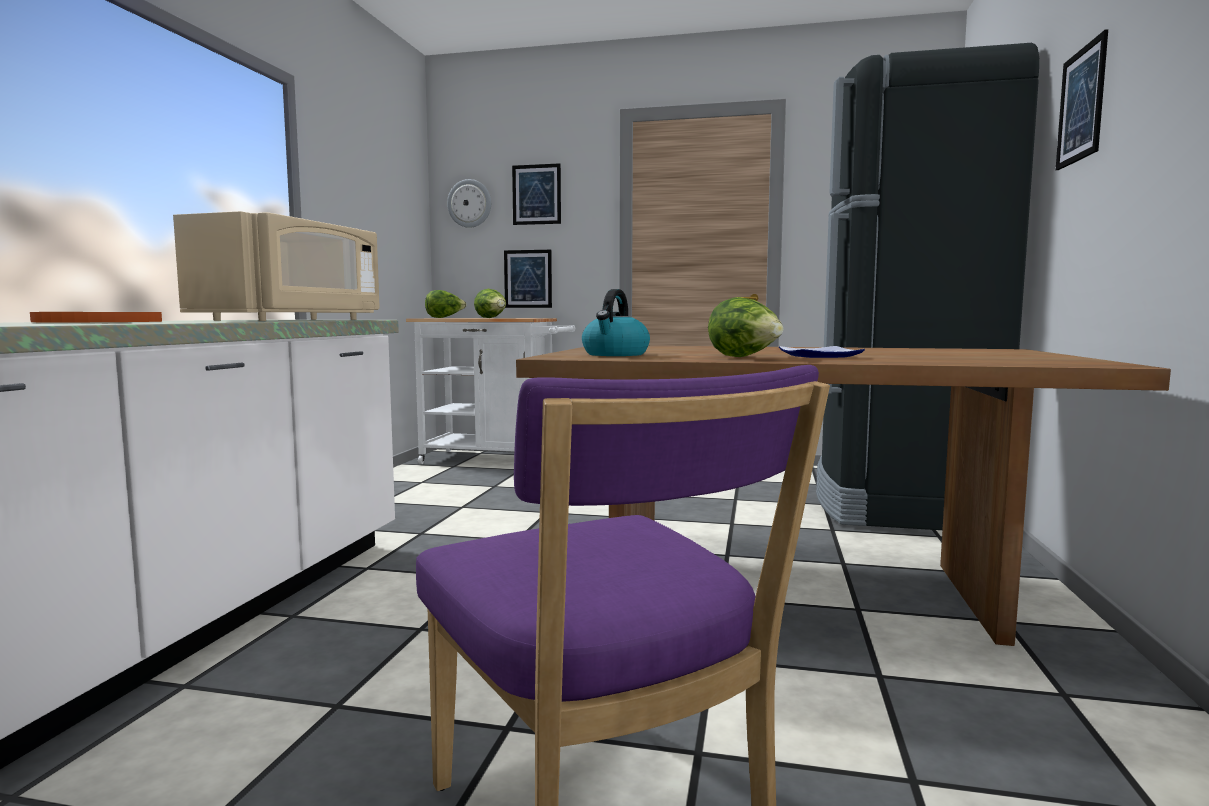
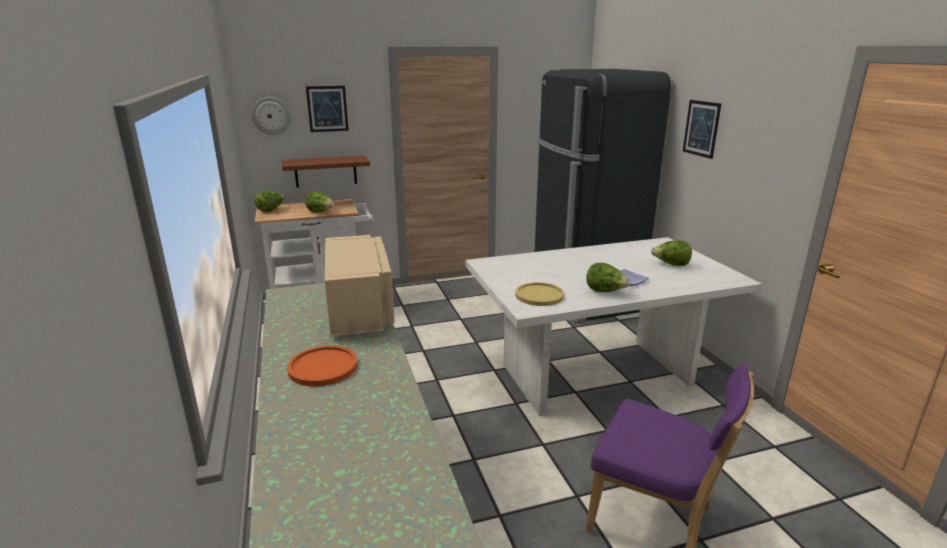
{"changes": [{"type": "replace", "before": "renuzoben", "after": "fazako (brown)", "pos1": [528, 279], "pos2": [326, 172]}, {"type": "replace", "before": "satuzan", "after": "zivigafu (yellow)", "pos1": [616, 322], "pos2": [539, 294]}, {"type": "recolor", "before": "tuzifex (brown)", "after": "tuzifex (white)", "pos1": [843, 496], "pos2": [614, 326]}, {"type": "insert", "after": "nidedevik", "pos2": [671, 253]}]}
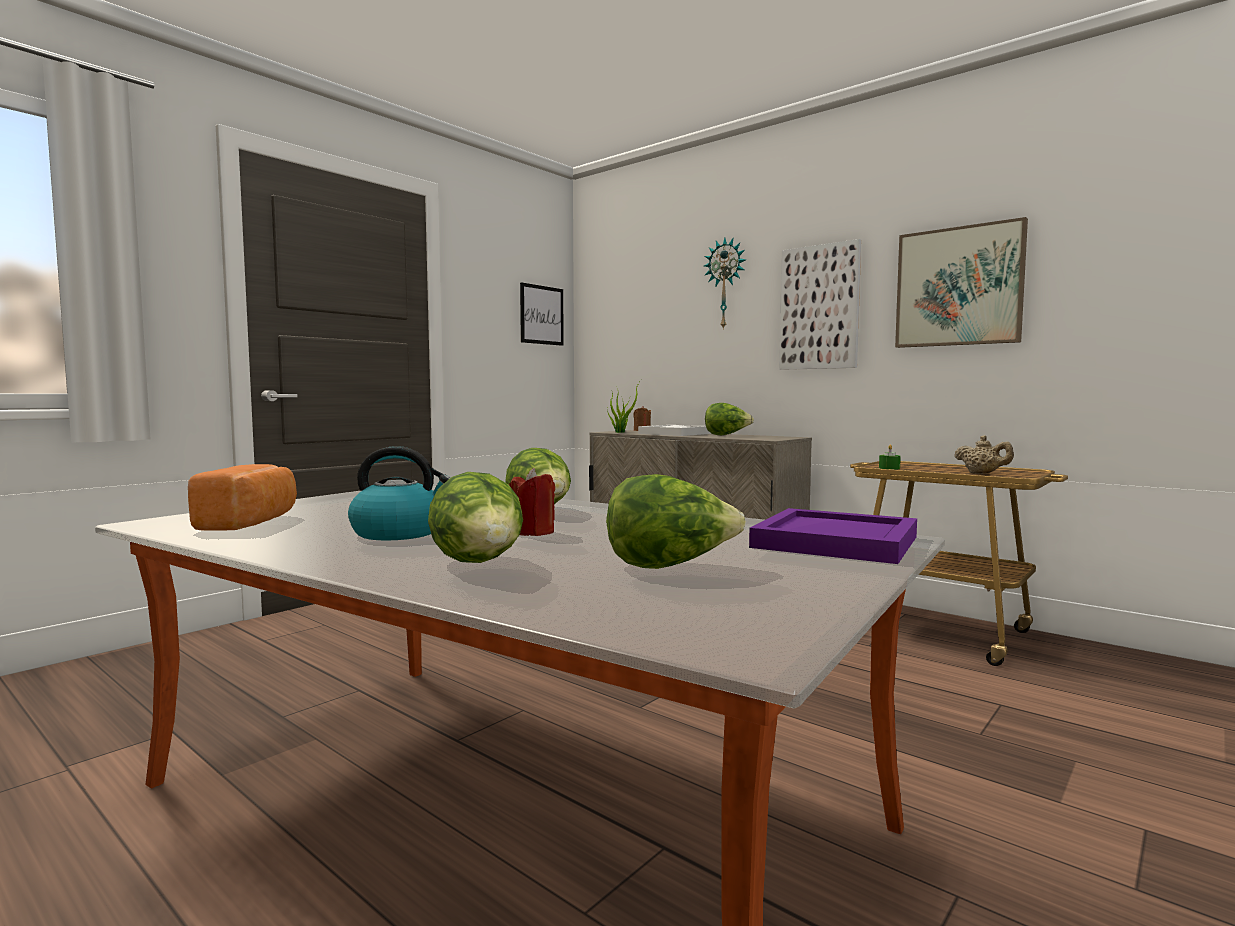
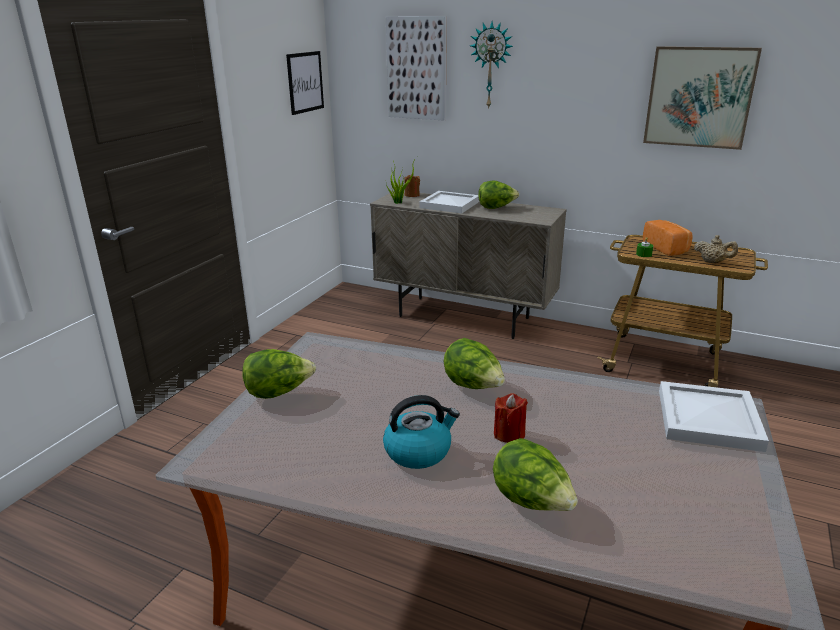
{"changes": [{"type": "move", "before": "renuzoben", "pos1": [820, 304], "pos2": [416, 68]}, {"type": "move", "before": "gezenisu", "pos1": [242, 497], "pos2": [668, 238]}, {"type": "move", "before": "nidedevik", "pos1": [676, 521], "pos2": [279, 374]}, {"type": "recolor", "before": "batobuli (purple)", "after": "batobuli (white)", "pos1": [833, 536], "pos2": [714, 416]}]}
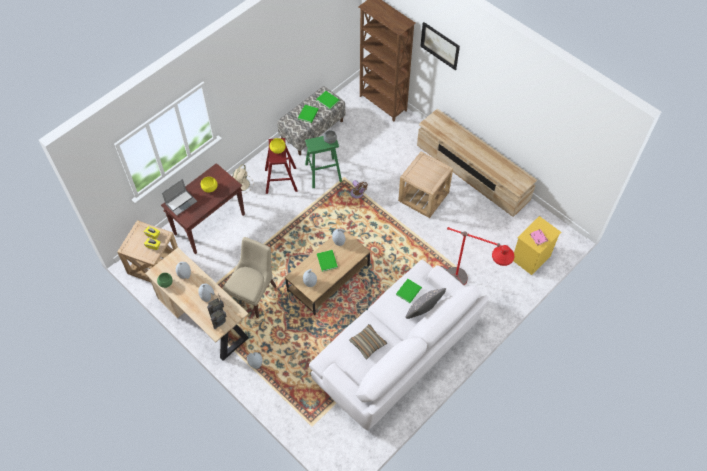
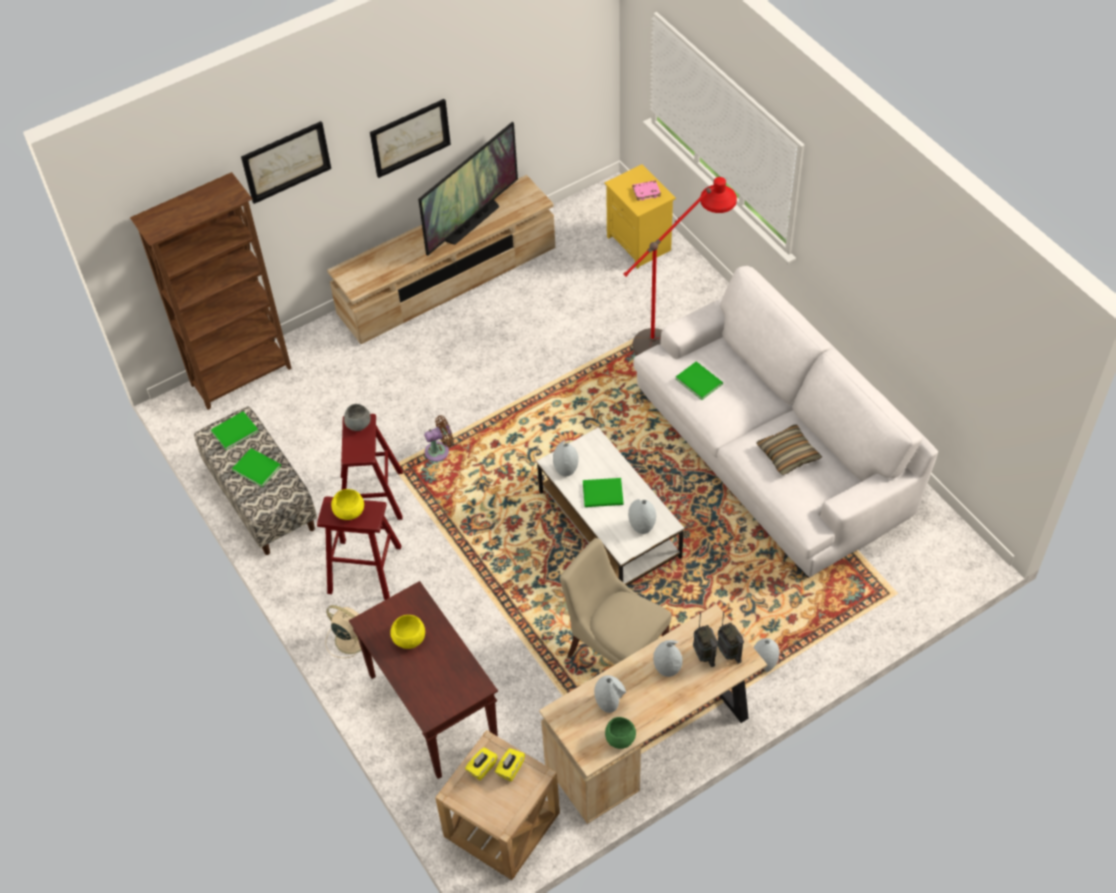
{"changes": [{"type": "recolor", "before": "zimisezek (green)", "after": "zimisezek (red)", "pos1": [323, 162], "pos2": [372, 467]}, {"type": "delete", "before": "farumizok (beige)", "pos1": [425, 185]}, {"type": "delete", "before": "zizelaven", "pos1": [179, 197]}, {"type": "recolor", "before": "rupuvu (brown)", "after": "rupuvu (white)", "pos1": [328, 271], "pos2": [610, 507]}, {"type": "delete", "before": "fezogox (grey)", "pos1": [426, 303]}, {"type": "insert", "after": "renuzoben", "pos2": [410, 138]}, {"type": "insert", "after": "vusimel", "pos2": [468, 189]}]}
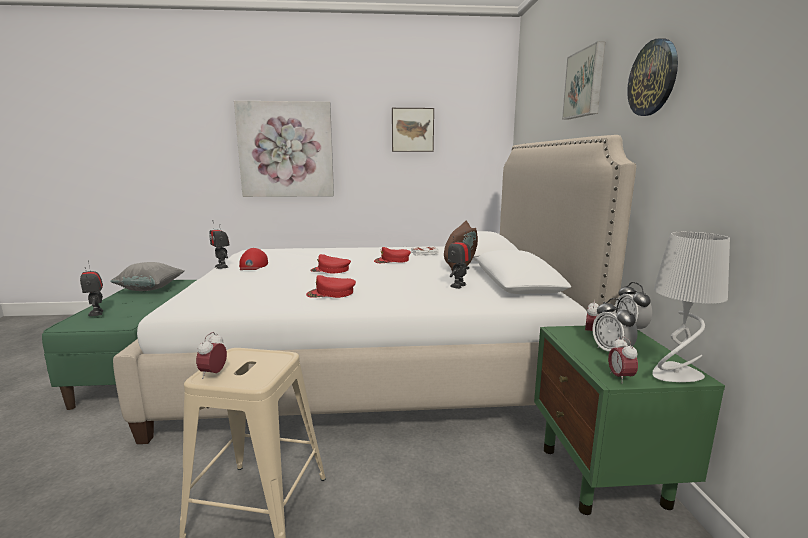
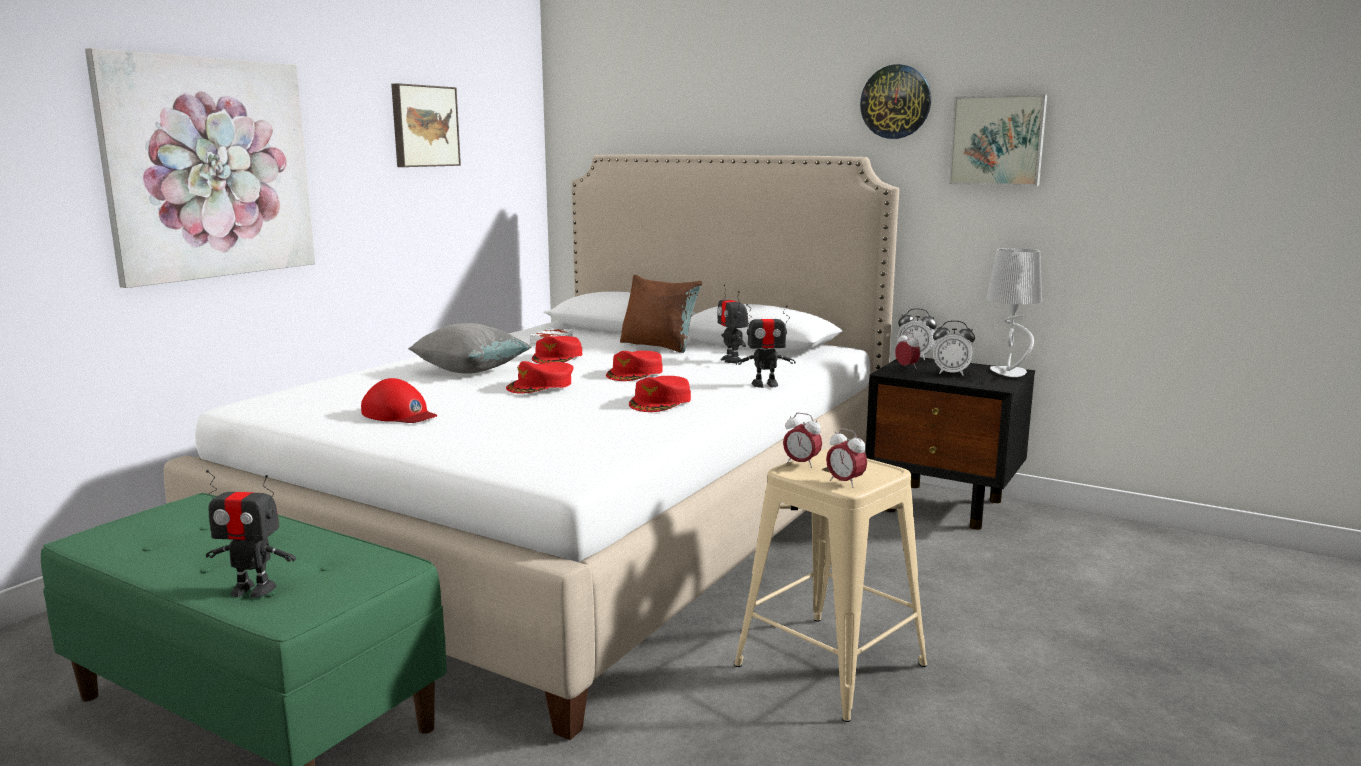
{"changes": [{"type": "move", "before": "renuzoben", "pos1": [583, 80], "pos2": [998, 140]}, {"type": "move", "before": "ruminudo", "pos1": [219, 244], "pos2": [765, 346]}, {"type": "move", "before": "fezogox (grey)", "pos1": [147, 276], "pos2": [470, 348]}, {"type": "recolor", "before": "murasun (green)", "after": "murasun (black)", "pos1": [629, 420], "pos2": [950, 443]}, {"type": "move", "before": "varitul", "pos1": [623, 359], "pos2": [802, 440]}, {"type": "insert", "after": "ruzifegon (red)", "pos2": [634, 366]}]}
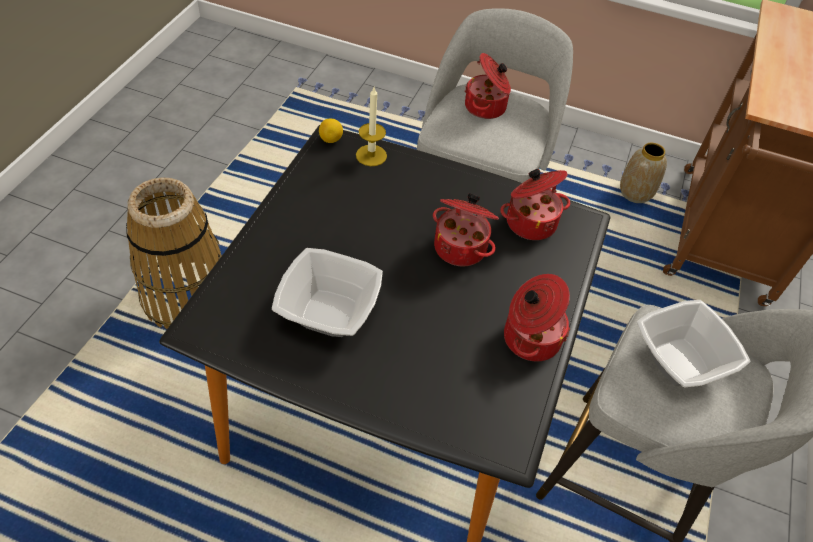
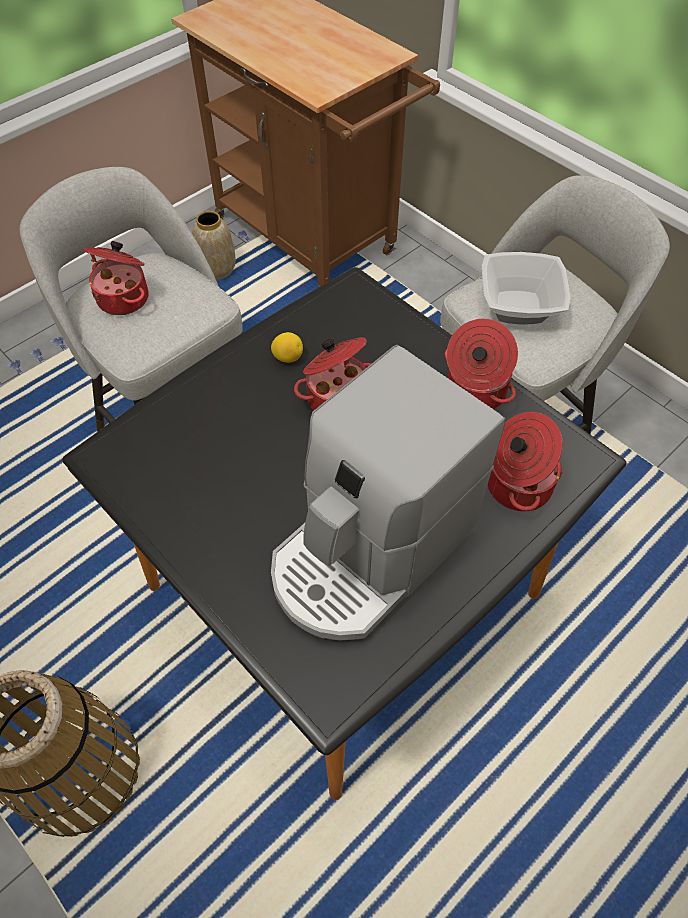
{"changes": [{"type": "delete", "before": "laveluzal", "pos1": [371, 126]}, {"type": "move", "before": "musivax", "pos1": [331, 130], "pos2": [287, 347]}, {"type": "move", "before": "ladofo", "pos1": [535, 204], "pos2": [525, 461]}, {"type": "replace", "before": "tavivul", "after": "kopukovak", "pos1": [327, 292], "pos2": [388, 493]}]}
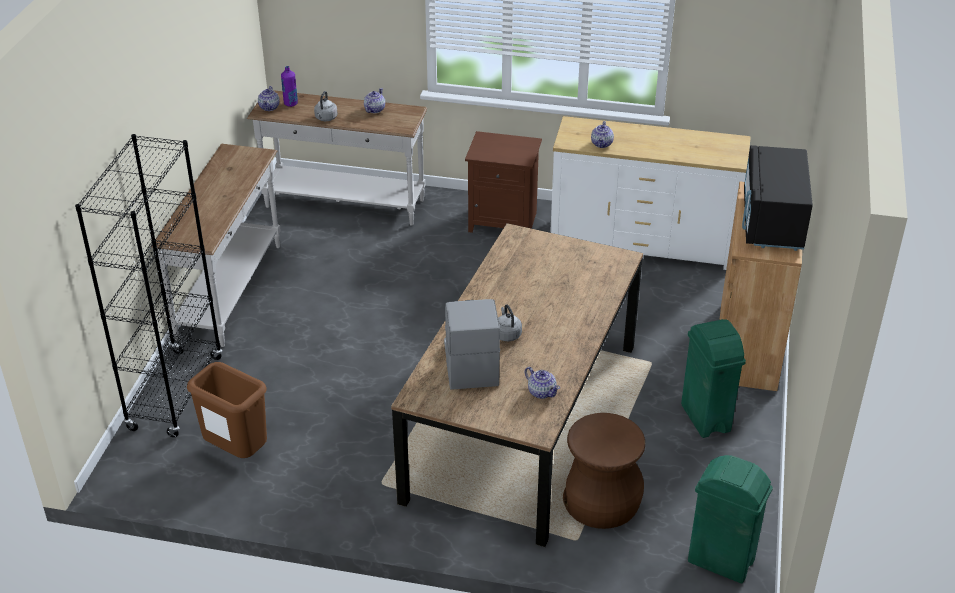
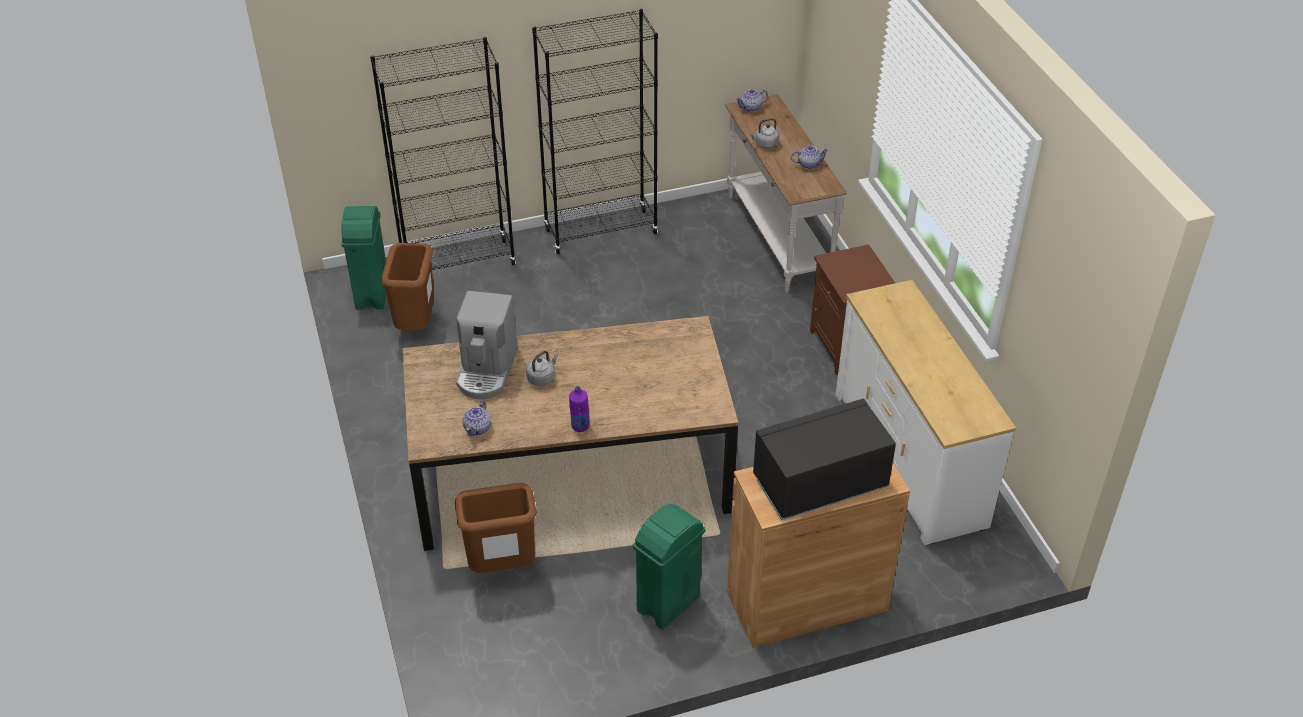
{"changes": [{"type": "move", "before": "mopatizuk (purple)", "pos1": [289, 86], "pos2": [579, 409]}, {"type": "delete", "before": "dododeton", "pos1": [602, 134]}, {"type": "replace", "before": "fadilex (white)", "after": "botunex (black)", "pos1": [216, 245], "pos2": [595, 131]}, {"type": "rotate", "before": "kopukovak", "pos1": [472, 344], "pos2": [487, 345], "turn": 135}, {"type": "replace", "before": "zimisezek (brown)", "after": "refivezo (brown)", "pos1": [604, 471], "pos2": [496, 528]}, {"type": "move", "before": "refivezo (green)", "pos1": [730, 519], "pos2": [363, 258]}]}
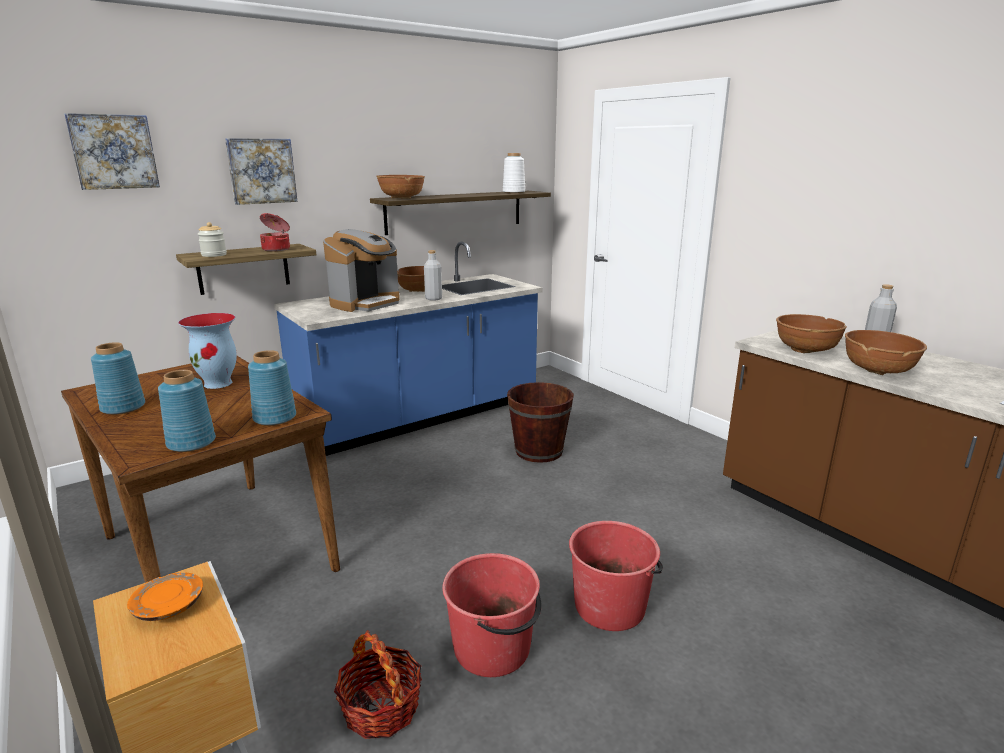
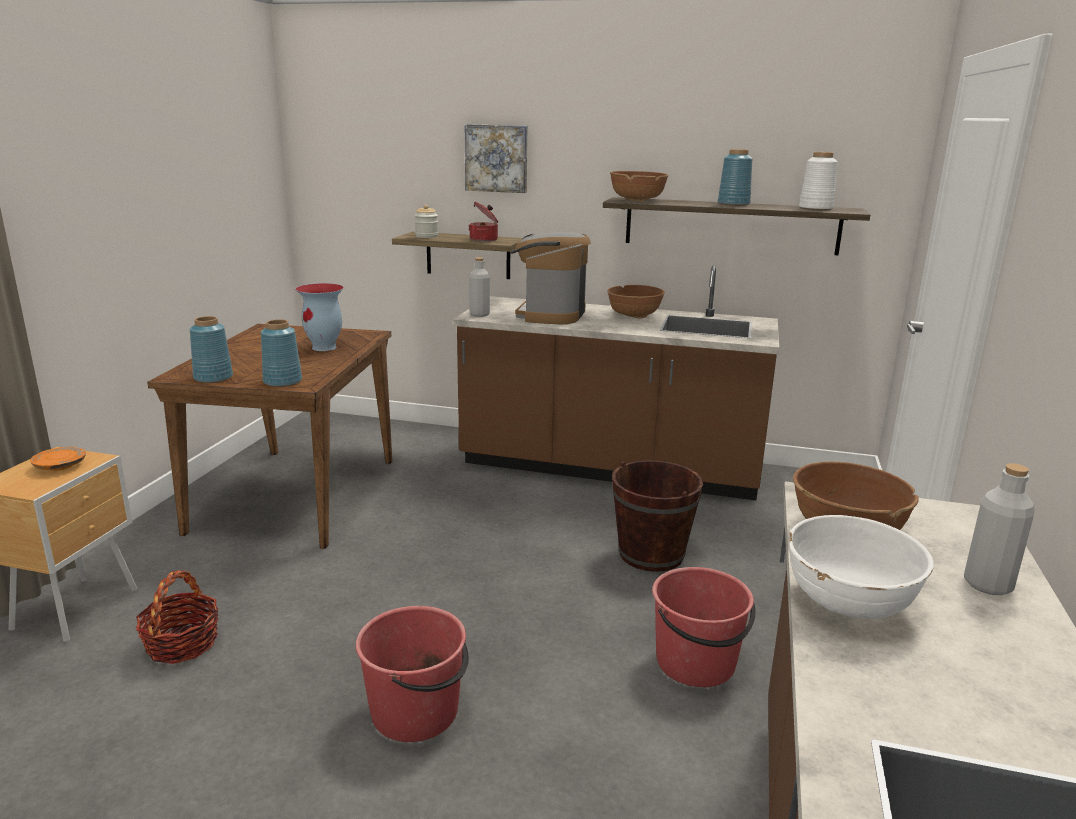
{"changes": [{"type": "delete", "before": "renuzoben", "pos1": [112, 151]}, {"type": "rotate", "before": "kopukovak", "pos1": [361, 270], "pos2": [550, 278], "turn": 105}, {"type": "recolor", "before": "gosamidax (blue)", "after": "gosamidax (brown)", "pos1": [408, 349], "pos2": [616, 382]}, {"type": "move", "before": "mopatizuk (grey)", "pos1": [433, 275], "pos2": [479, 287]}, {"type": "recolor", "before": "tavivul (brown)", "after": "tavivul (white)", "pos1": [886, 352], "pos2": [861, 567]}, {"type": "move", "before": "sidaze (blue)", "pos1": [118, 378], "pos2": [735, 177]}, {"type": "move", "before": "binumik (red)", "pos1": [491, 615], "pos2": [704, 627]}]}
